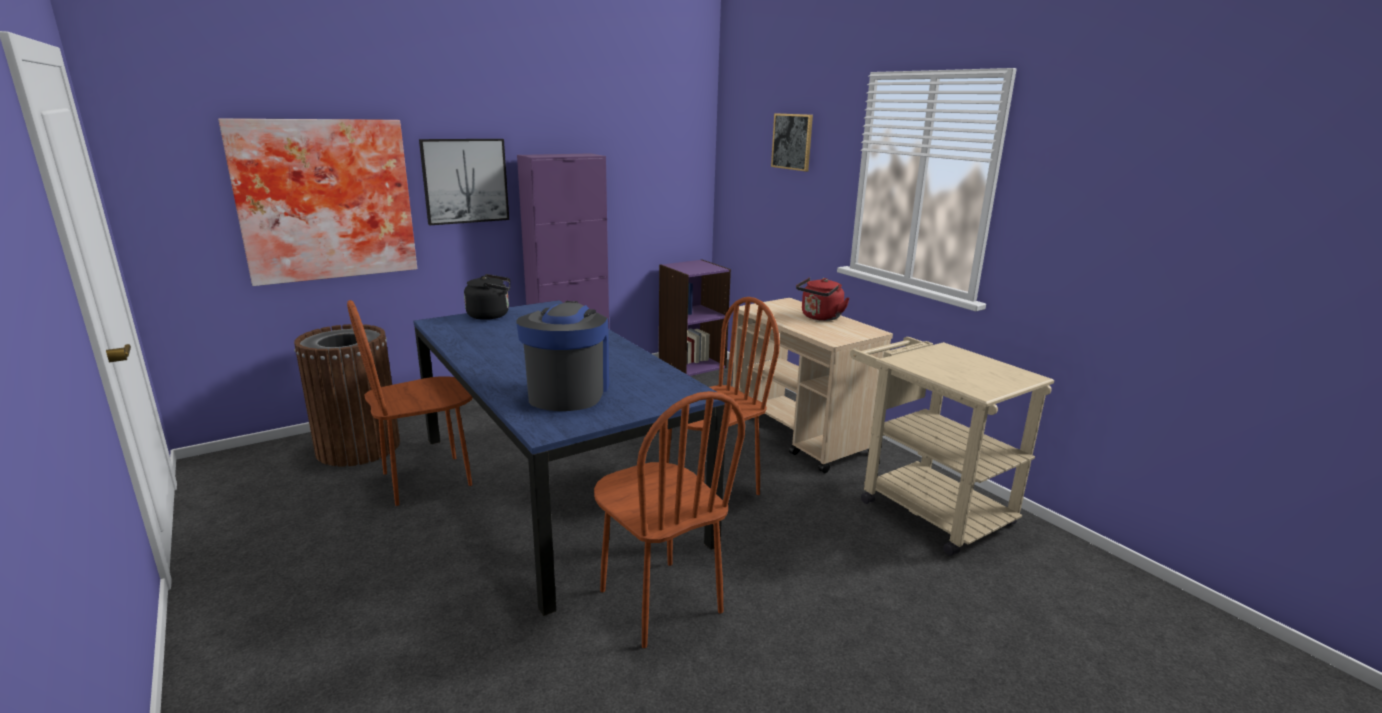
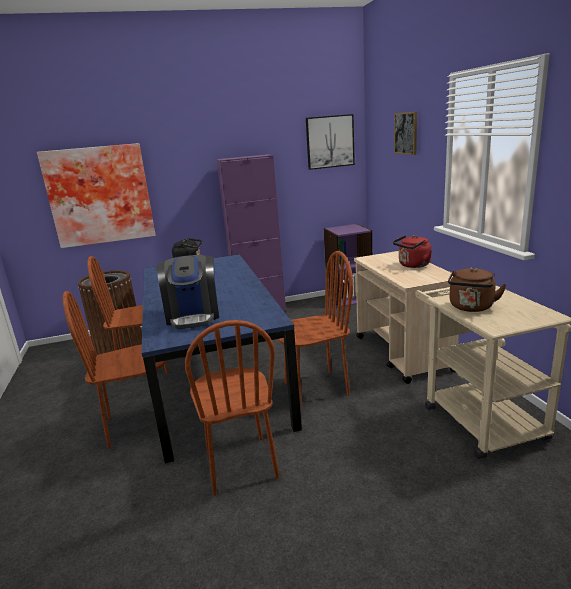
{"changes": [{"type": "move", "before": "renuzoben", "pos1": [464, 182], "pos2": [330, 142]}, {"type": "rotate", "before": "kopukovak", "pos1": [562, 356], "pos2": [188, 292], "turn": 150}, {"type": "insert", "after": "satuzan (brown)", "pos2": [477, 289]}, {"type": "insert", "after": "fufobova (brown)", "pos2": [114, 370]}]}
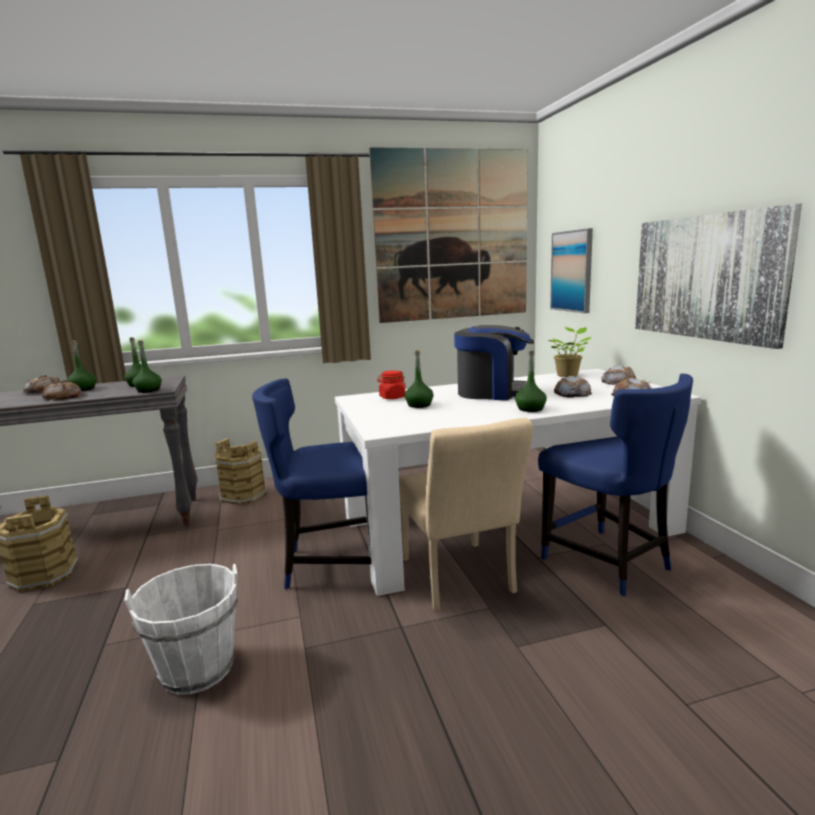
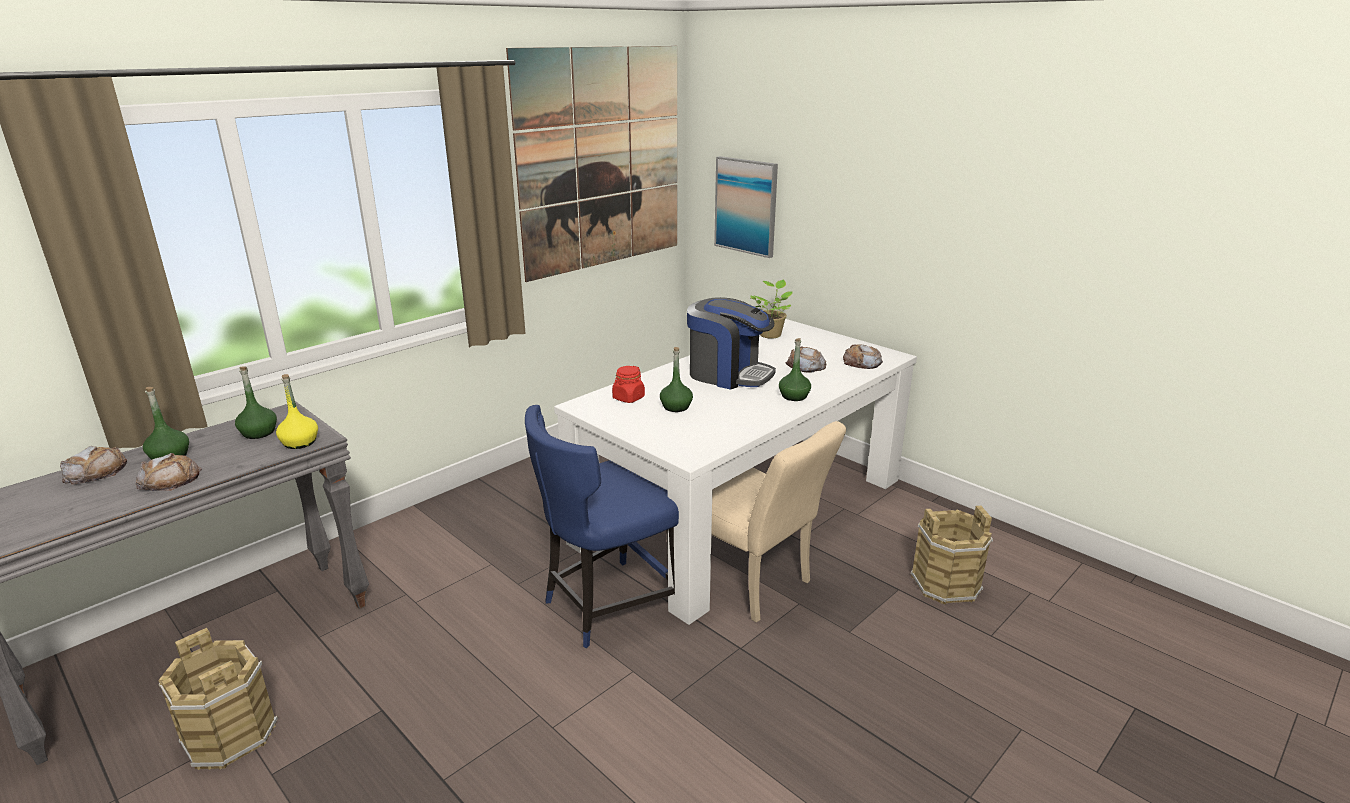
{"changes": [{"type": "delete", "before": "renuzoben", "pos1": [718, 276]}, {"type": "rotate", "before": "kopukovak", "pos1": [494, 362], "pos2": [731, 343], "turn": 45}, {"type": "recolor", "before": "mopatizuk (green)", "after": "mopatizuk (yellow)", "pos1": [147, 366], "pos2": [297, 411]}, {"type": "delete", "before": "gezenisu", "pos1": [618, 375]}, {"type": "delete", "before": "fufobova (blue)", "pos1": [615, 485]}, {"type": "move", "before": "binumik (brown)", "pos1": [240, 471], "pos2": [952, 555]}, {"type": "delete", "before": "binumik (white)", "pos1": [181, 629]}]}
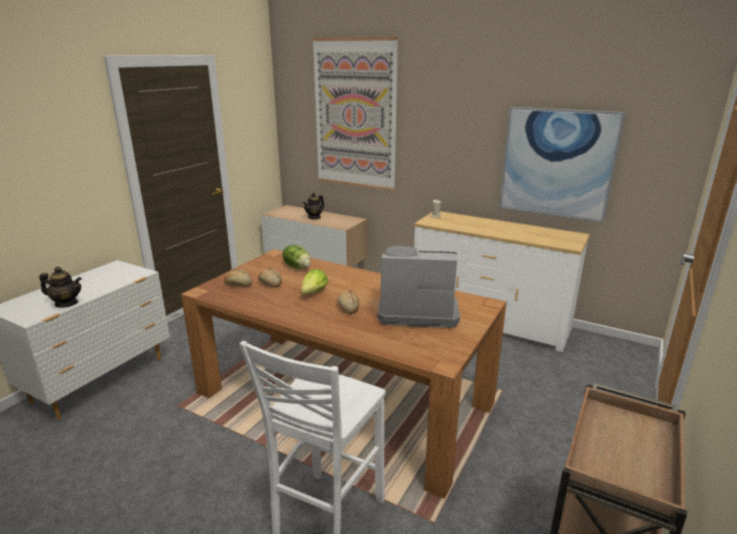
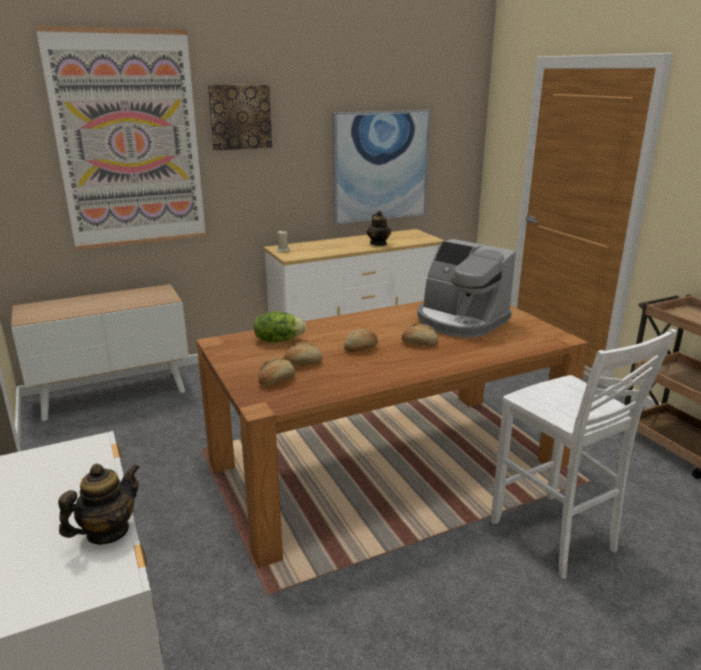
{"changes": [{"type": "move", "before": "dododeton", "pos1": [313, 206], "pos2": [379, 228]}, {"type": "rotate", "before": "kopukovak", "pos1": [418, 287], "pos2": [467, 288], "turn": -90}, {"type": "replace", "before": "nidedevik", "after": "gezenisu", "pos1": [314, 281], "pos2": [361, 340]}, {"type": "insert", "after": "renuzoben", "pos2": [240, 117]}]}
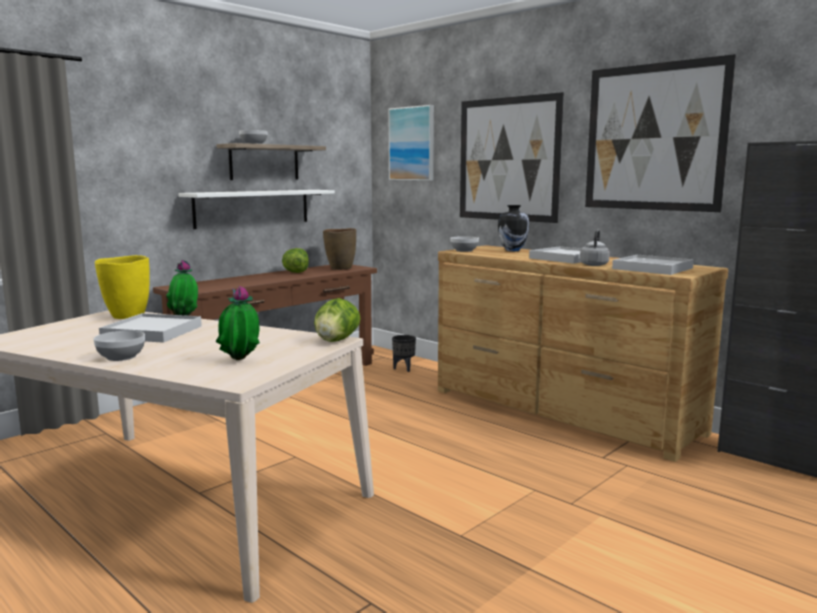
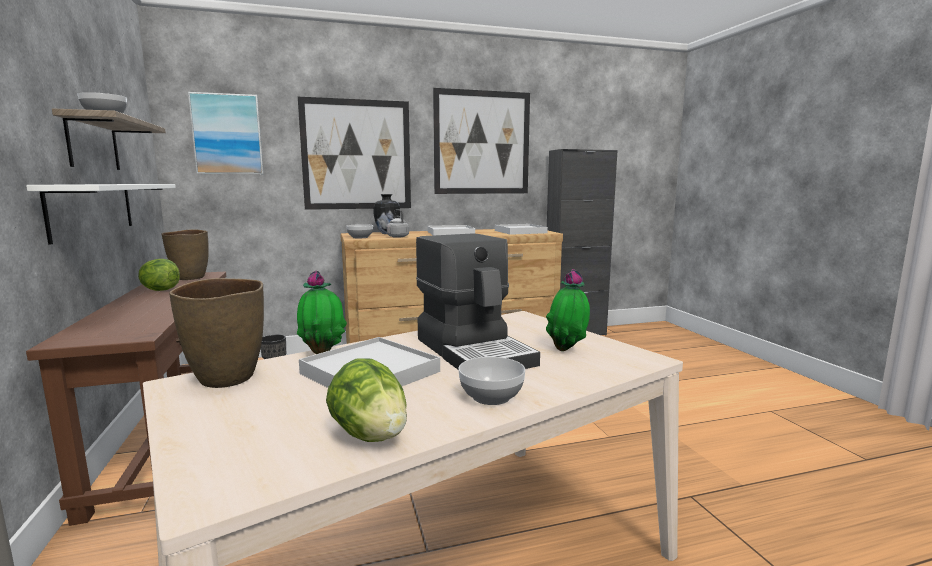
{"changes": [{"type": "move", "before": "satuzan (grey)", "pos1": [595, 248], "pos2": [398, 223]}, {"type": "recolor", "before": "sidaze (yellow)", "after": "sidaze (brown)", "pos1": [122, 287], "pos2": [216, 333]}, {"type": "move", "before": "nidedevik", "pos1": [337, 320], "pos2": [366, 400]}, {"type": "insert", "after": "kopukovak", "pos2": [478, 301]}]}
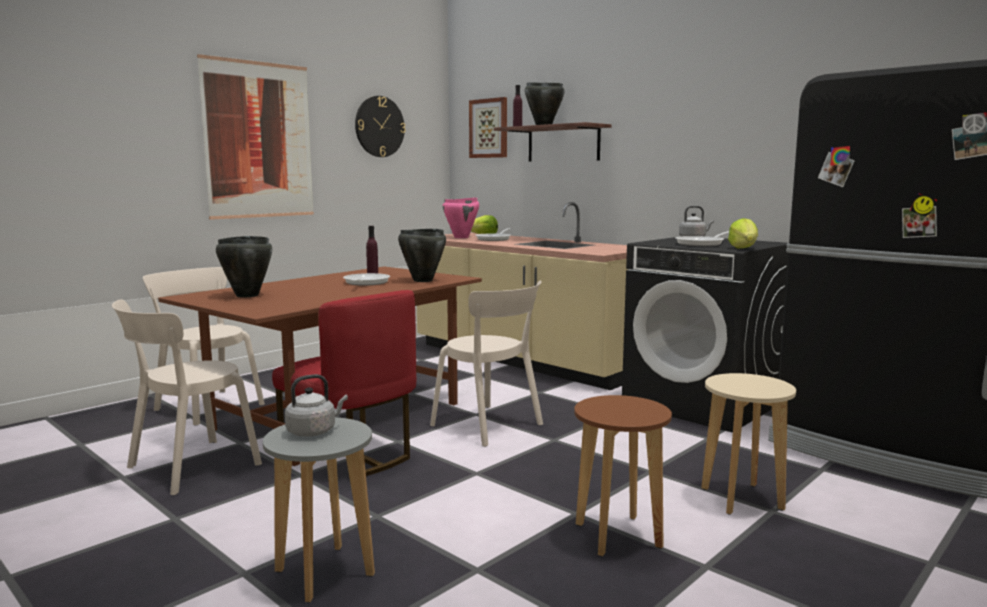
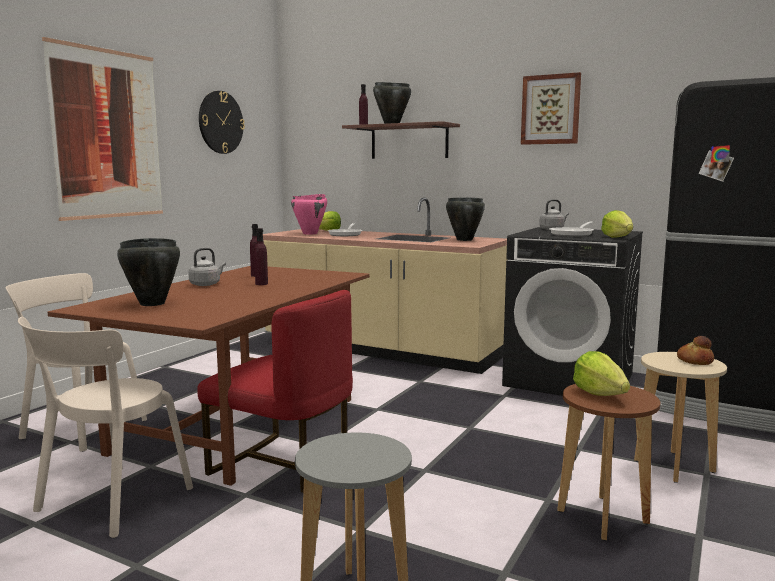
{"changes": [{"type": "move", "before": "renuzoben", "pos1": [488, 127], "pos2": [551, 108]}, {"type": "move", "before": "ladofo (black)", "pos1": [422, 255], "pos2": [465, 219]}, {"type": "replace", "before": "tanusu", "after": "mopatizuk (purple)", "pos1": [366, 279], "pos2": [261, 256]}, {"type": "delete", "before": "fufobova (beige)", "pos1": [486, 364]}, {"type": "move", "before": "satuzan (grey)", "pos1": [316, 405], "pos2": [207, 267]}, {"type": "insert", "after": "gezenisu", "pos2": [695, 350]}, {"type": "insert", "after": "nidedevik", "pos2": [601, 373]}]}
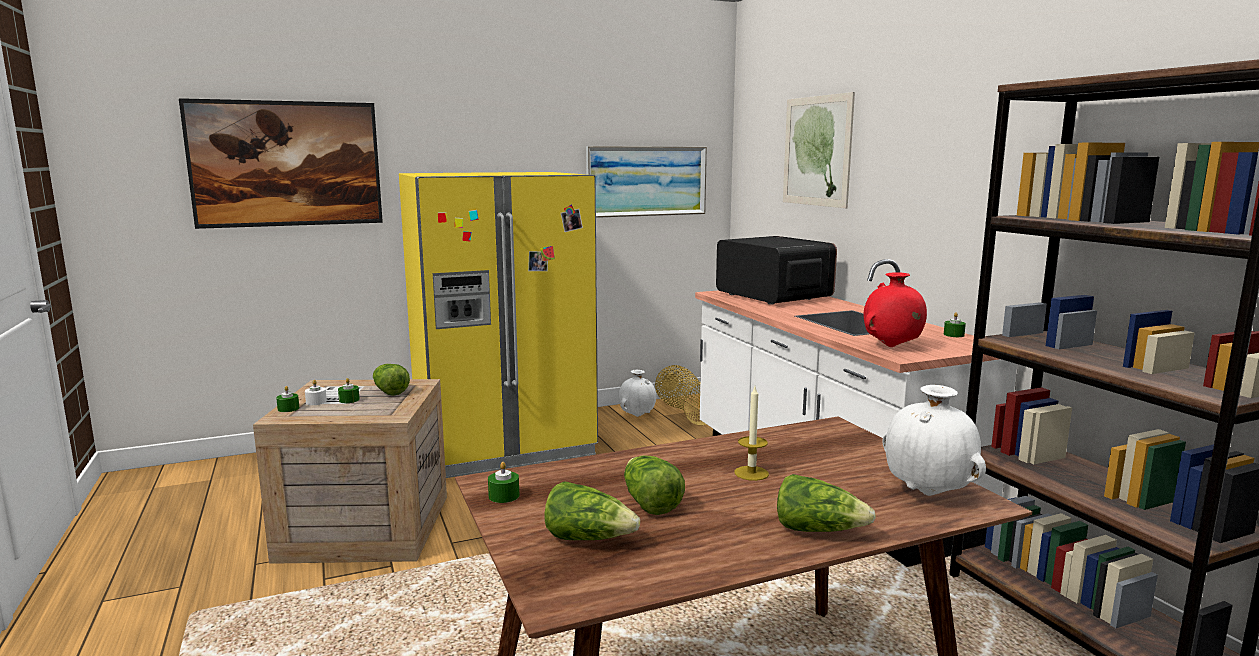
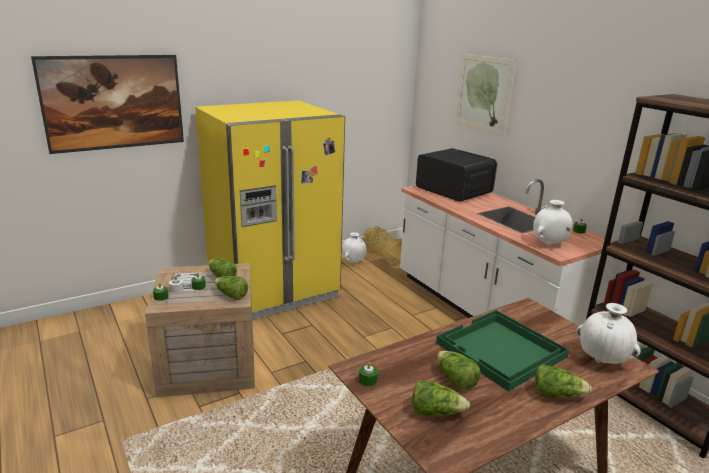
{"changes": [{"type": "delete", "before": "renuzoben", "pos1": [646, 182]}, {"type": "recolor", "before": "sidaze (red)", "after": "sidaze (white)", "pos1": [895, 309], "pos2": [553, 222]}, {"type": "replace", "before": "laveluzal", "after": "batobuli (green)", "pos1": [752, 434], "pos2": [502, 350]}, {"type": "insert", "after": "nidedevik", "pos2": [231, 288]}]}
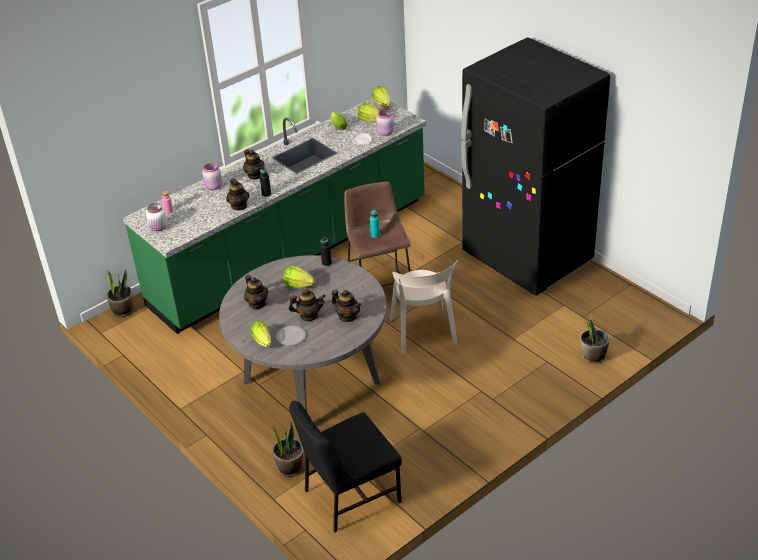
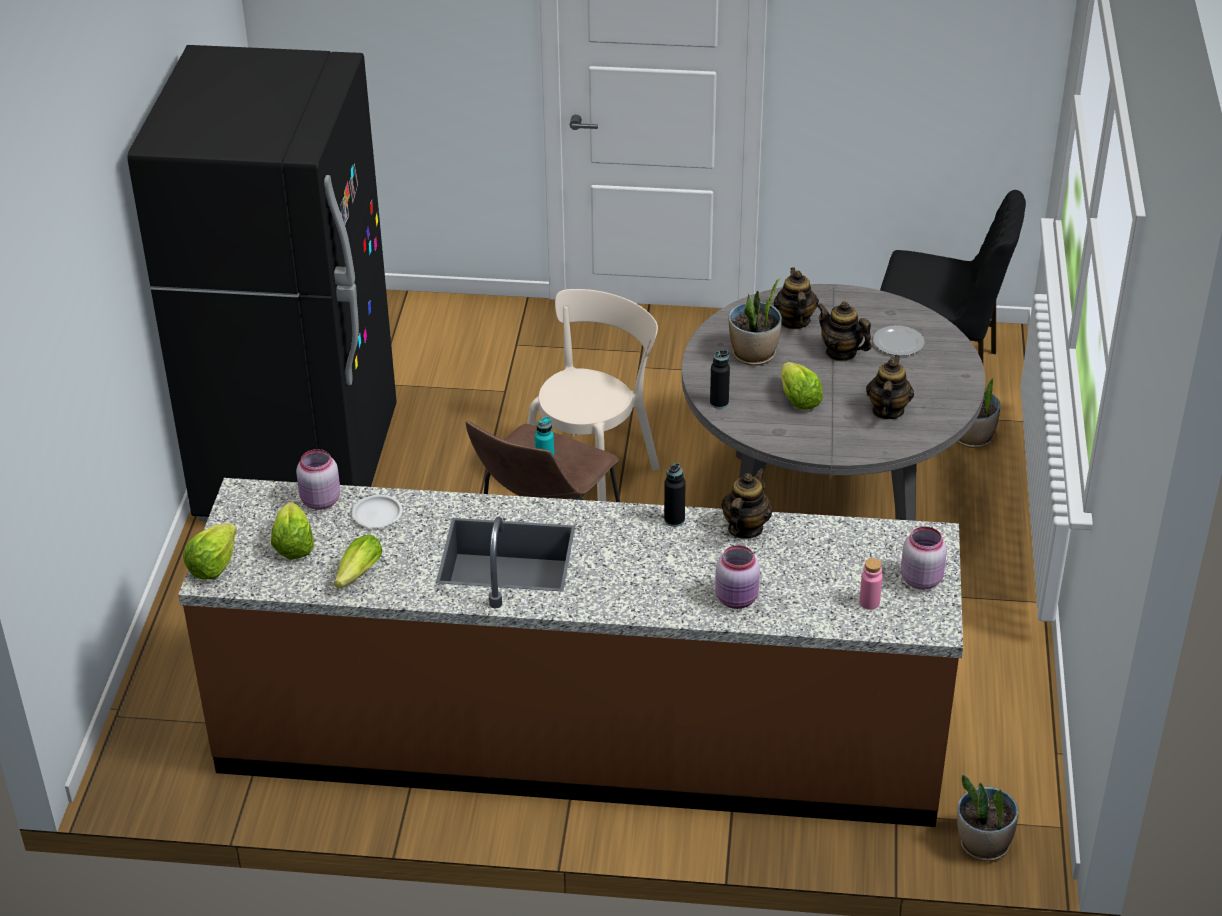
{"changes": [{"type": "recolor", "before": "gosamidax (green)", "after": "gosamidax (brown)", "pos1": [274, 216], "pos2": [570, 652]}, {"type": "delete", "before": "dododeton", "pos1": [254, 164]}, {"type": "recolor", "before": "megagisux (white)", "after": "megagisux (pink)", "pos1": [156, 217], "pos2": [924, 558]}, {"type": "move", "before": "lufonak", "pos1": [595, 338], "pos2": [755, 322]}, {"type": "delete", "before": "nidedevik", "pos1": [261, 334]}]}
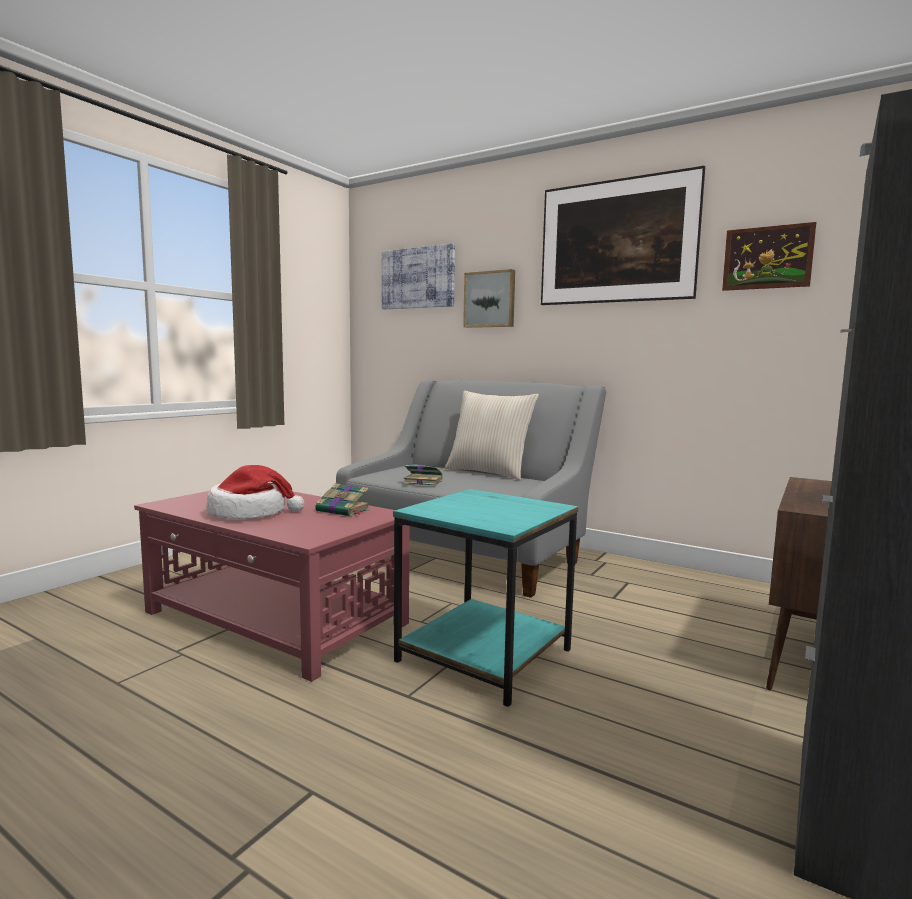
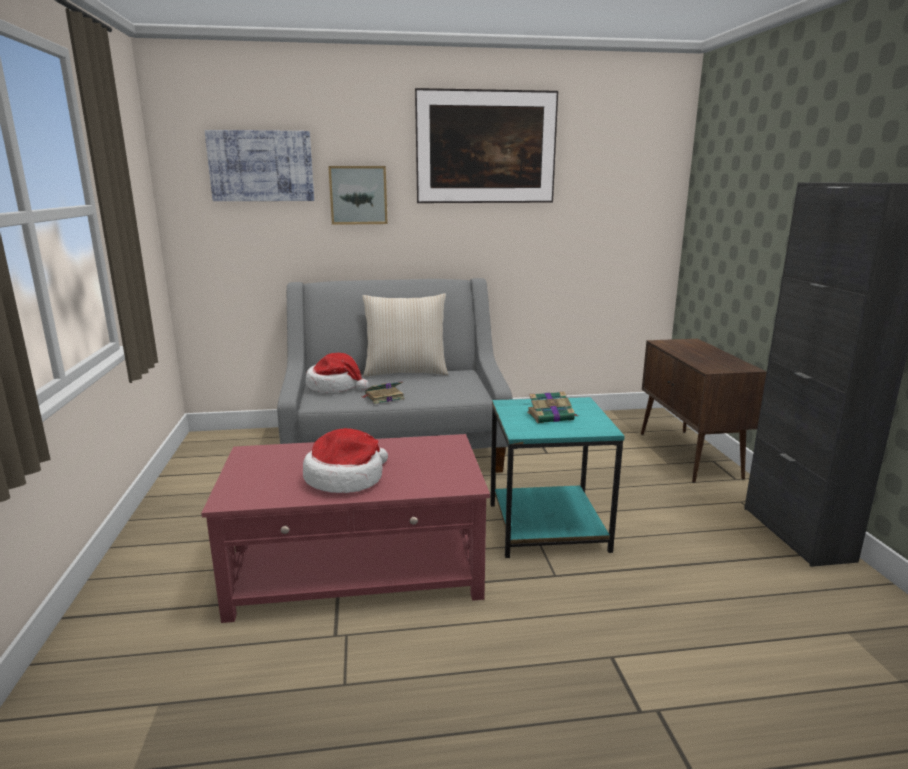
{"changes": [{"type": "delete", "before": "renuzoben", "pos1": [769, 256]}, {"type": "move", "before": "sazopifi", "pos1": [342, 500], "pos2": [552, 407]}, {"type": "insert", "after": "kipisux", "pos2": [337, 372]}]}
